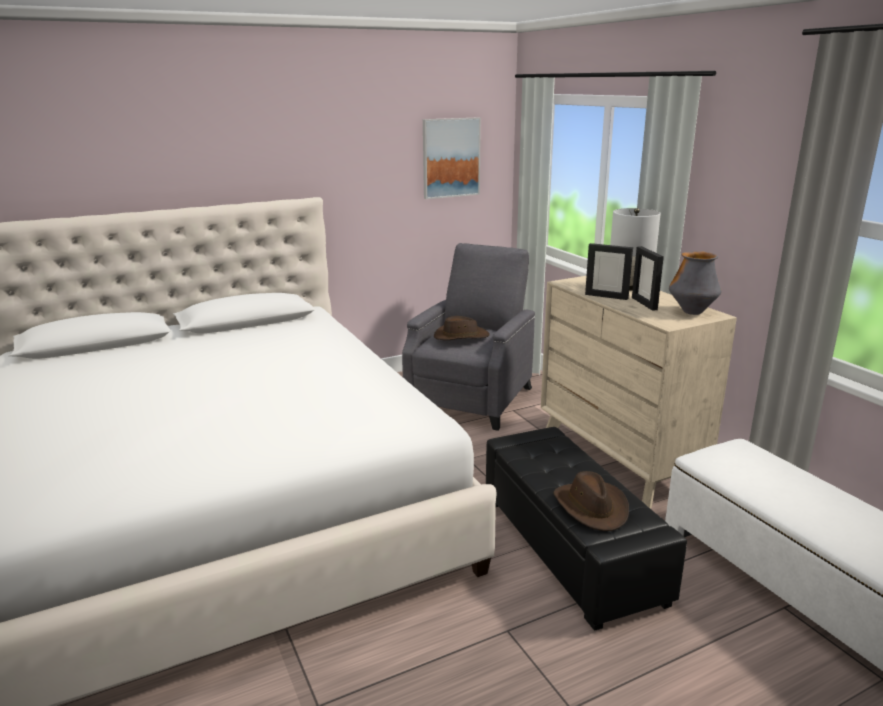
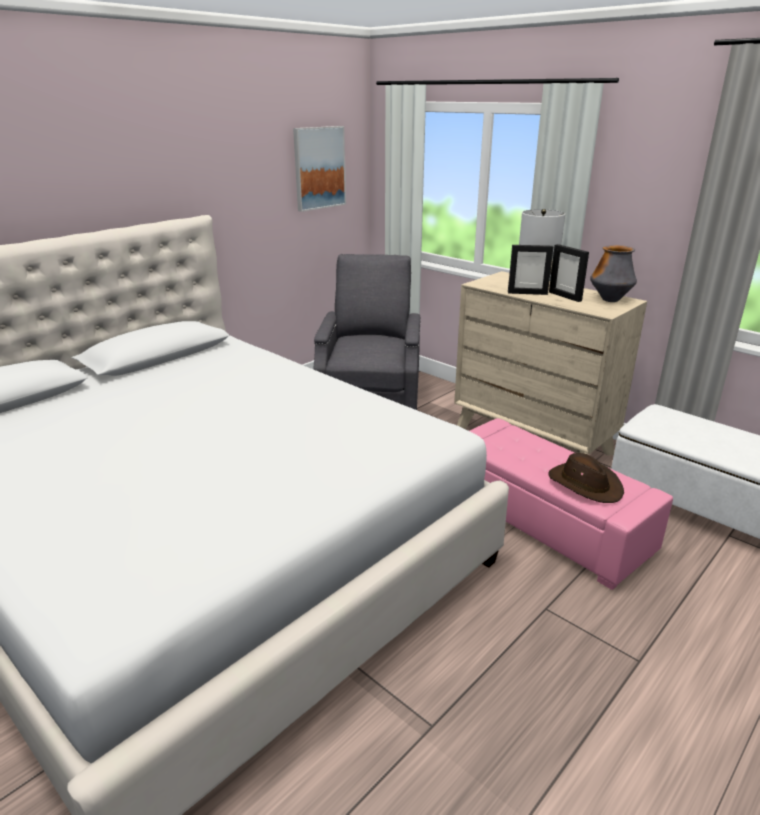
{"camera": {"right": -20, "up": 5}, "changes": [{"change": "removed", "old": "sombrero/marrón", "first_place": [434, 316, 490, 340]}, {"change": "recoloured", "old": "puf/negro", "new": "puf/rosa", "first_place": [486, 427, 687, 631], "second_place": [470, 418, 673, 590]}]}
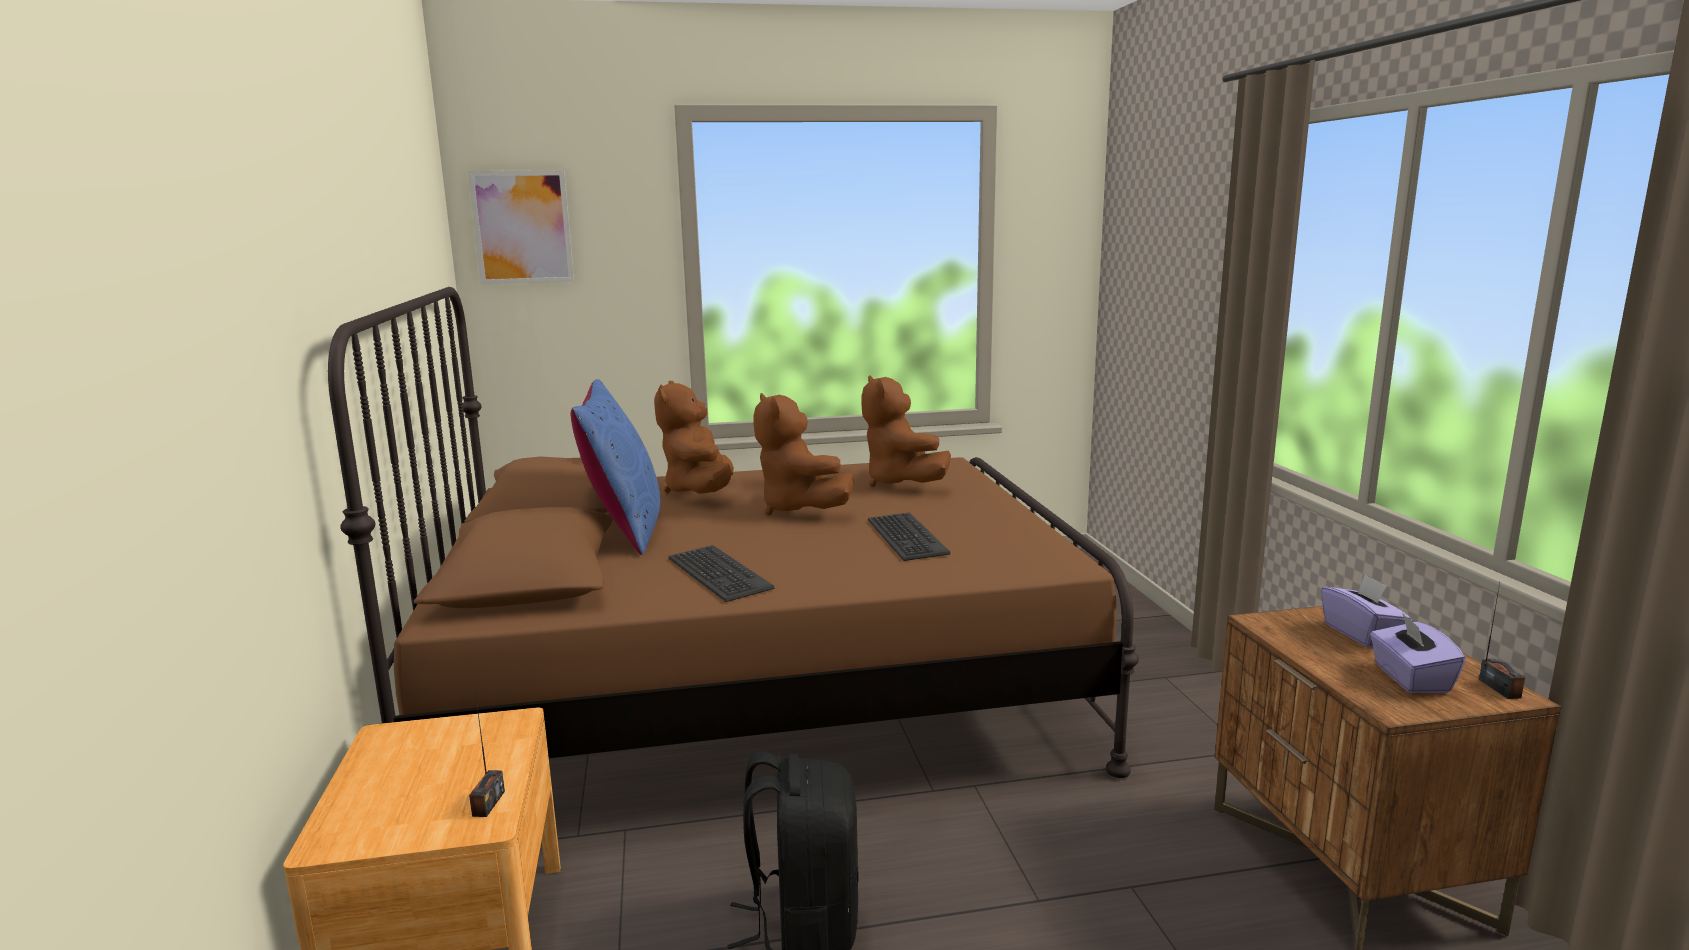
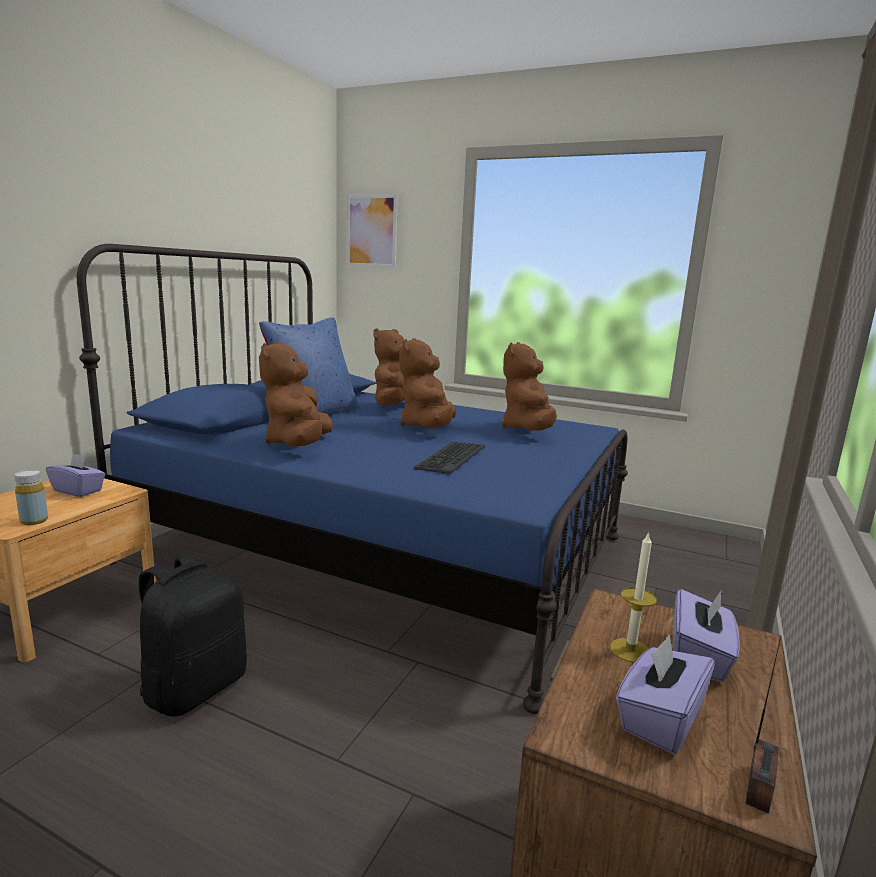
{"camera": {"right": 35, "up": 0}, "changes": [{"change": "added", "new": "caja de pañuelos/morado", "second_place": [46, 453, 105, 497]}, {"change": "added", "new": "vela", "second_place": [610, 532, 657, 663]}, {"change": "replaced", "old": "radio", "new": "botella/amarillo", "first_place": [469, 691, 505, 817], "second_place": [15, 470, 48, 525]}, {"change": "replaced", "old": "teclado", "new": "peluche/marrón", "first_place": [669, 545, 774, 602], "second_place": [259, 342, 333, 446]}, {"change": "recoloured", "old": "cama/marrón", "new": "cama/azul", "first_place": [328, 287, 1139, 778], "second_place": [77, 244, 628, 714]}]}
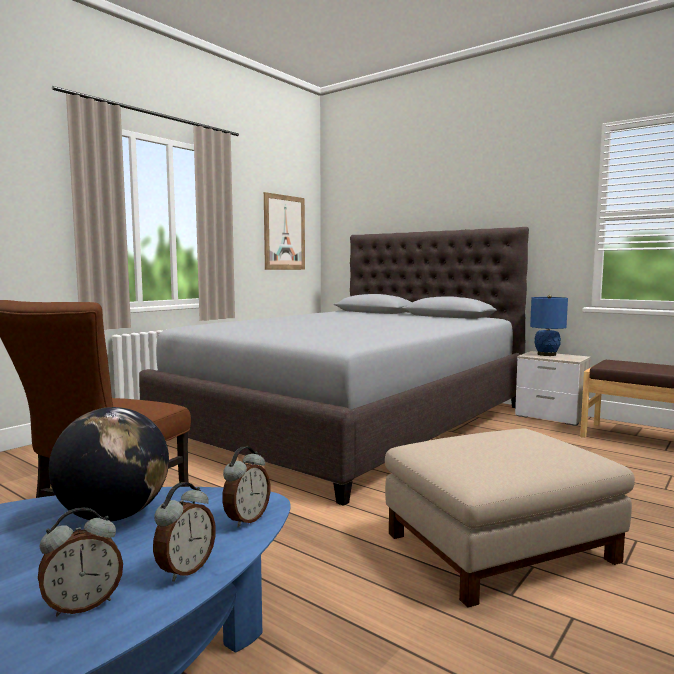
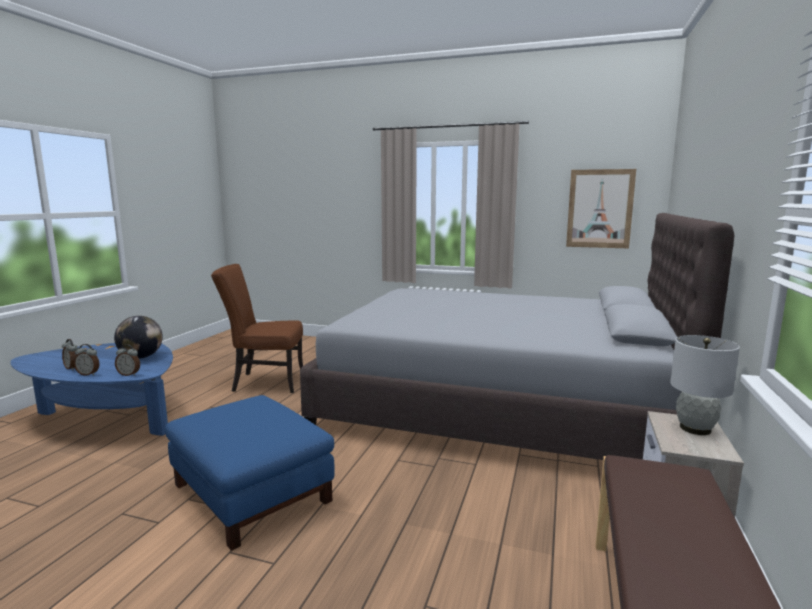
{"camera": {"right": 70, "up": 5}, "changes": [{"change": "recoloured", "old": "puf/beis", "new": "puf/azul", "first_place": [385, 428, 635, 608], "second_place": [165, 395, 335, 551]}, {"change": "recoloured", "old": "lámpara de mesa/azul", "new": "lámpara de mesa/blanco", "first_place": [530, 295, 568, 356], "second_place": [670, 335, 740, 435]}]}
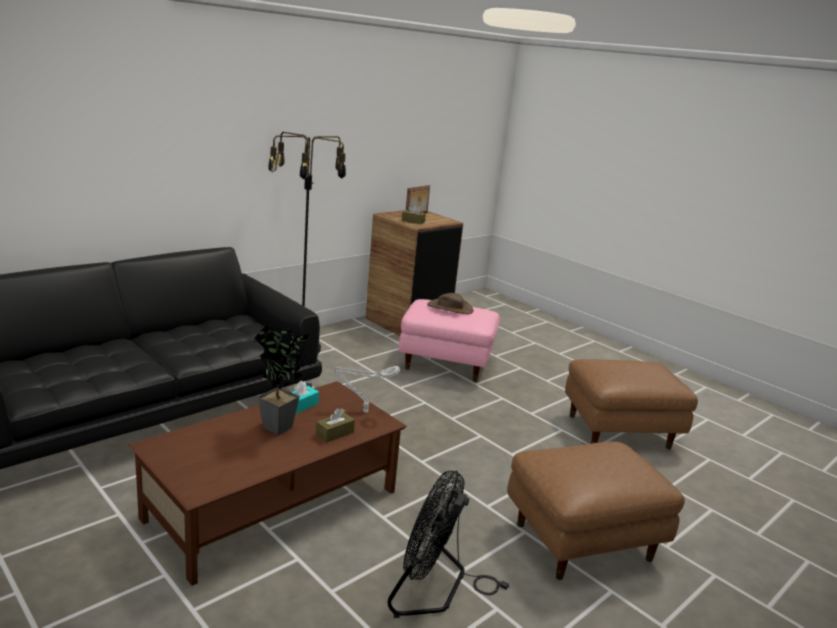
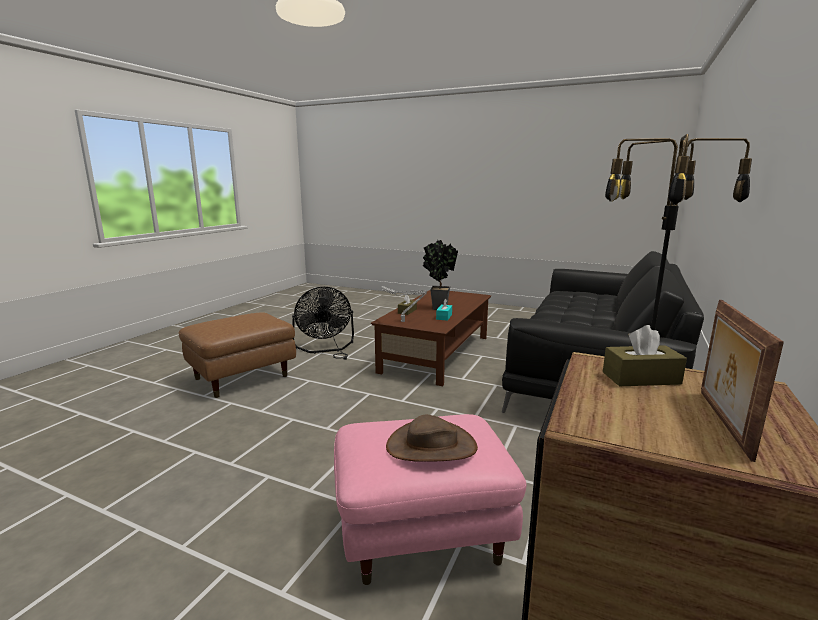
{"camera": {"right": 160, "up": -5}, "changes": [{"change": "removed", "old": "puf/marrón", "first_place": [565, 359, 698, 450]}, {"change": "turned", "old": "ventilador/negro", "first_place": [388, 471, 509, 618], "second_place": [292, 287, 354, 360], "degrees": -105}]}
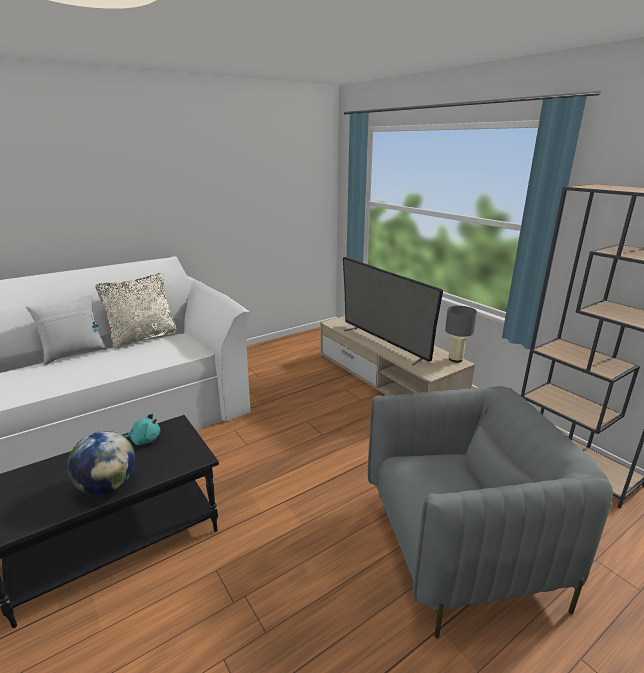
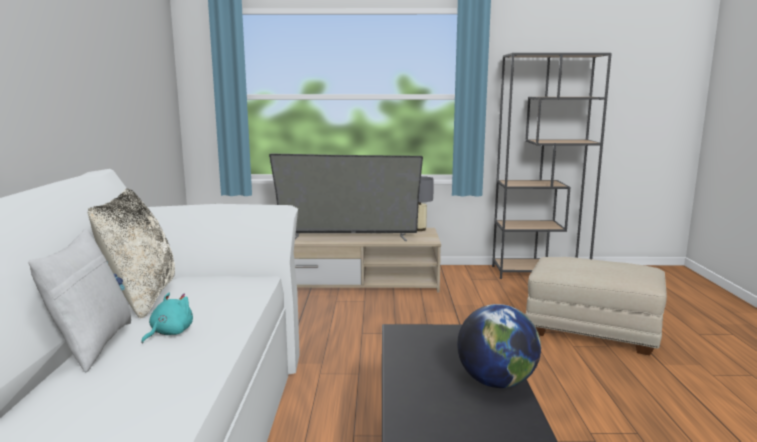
{"camera": {"right": -55, "up": -10}, "changes": [{"change": "moved", "old": "peluche/turquesa", "first_place": [124, 413, 160, 445], "second_place": [141, 293, 193, 344]}, {"change": "replaced", "old": "sillón/gris", "new": "puf/beis", "first_place": [368, 386, 613, 638], "second_place": [525, 257, 667, 355]}]}
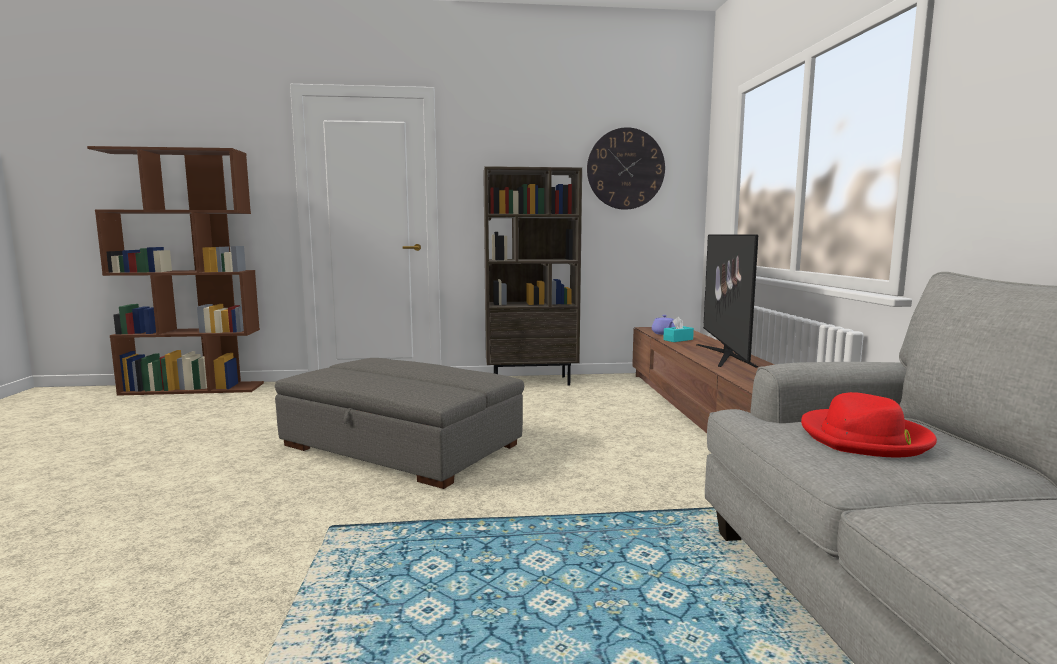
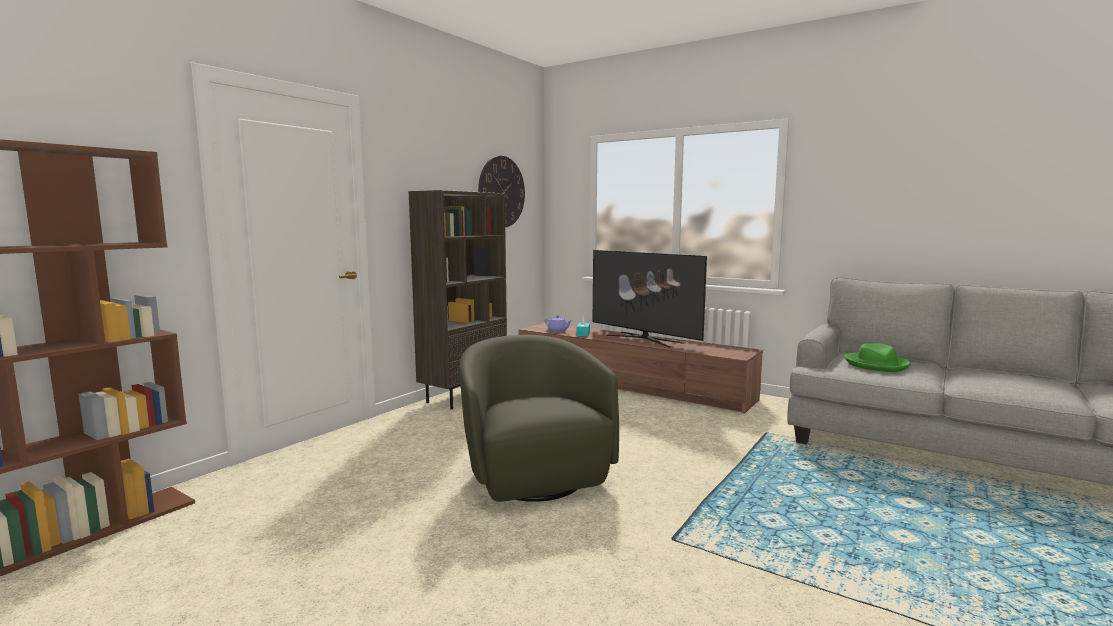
{"camera": {"right": -50, "up": 0}, "changes": [{"change": "replaced", "old": "puf/gris", "new": "sillón/verde", "first_place": [275, 358, 524, 489], "second_place": [459, 335, 619, 502]}, {"change": "recoloured", "old": "sombrero/rojo", "new": "sombrero/verde", "first_place": [801, 392, 937, 457], "second_place": [844, 343, 911, 372]}]}
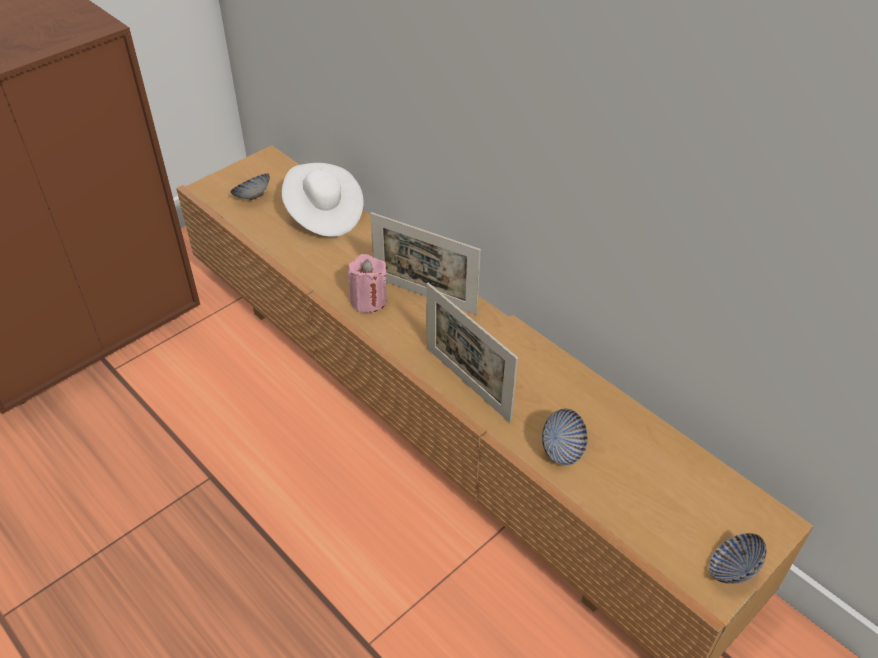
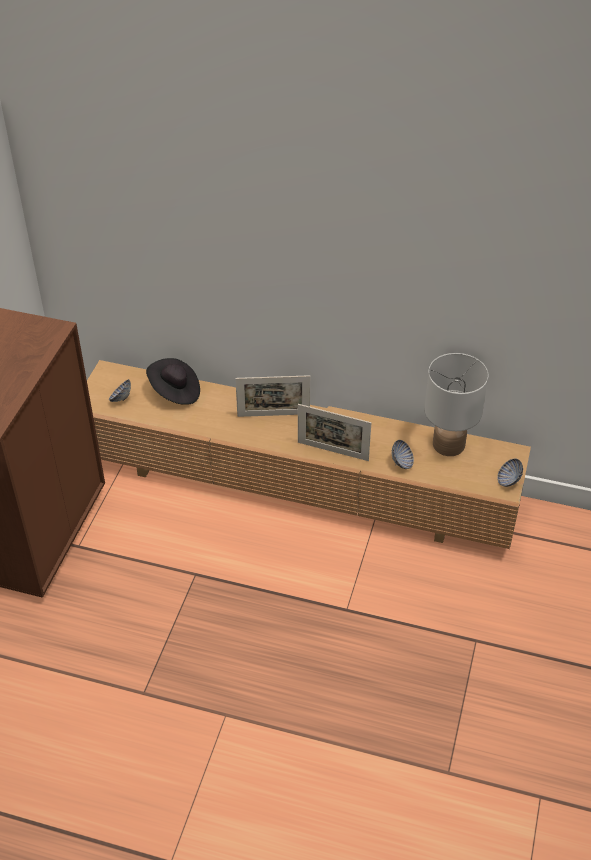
{"camera": {"right": -30, "up": 0}, "changes": [{"change": "removed", "old": "vela/rosa", "first_place": [348, 254, 387, 313]}, {"change": "added", "new": "lámpara de mesa/gris", "second_place": [424, 353, 489, 456]}, {"change": "recoloured", "old": "sombrero/blanco", "new": "sombrero/negro", "first_place": [282, 163, 363, 237], "second_place": [146, 358, 200, 405]}]}
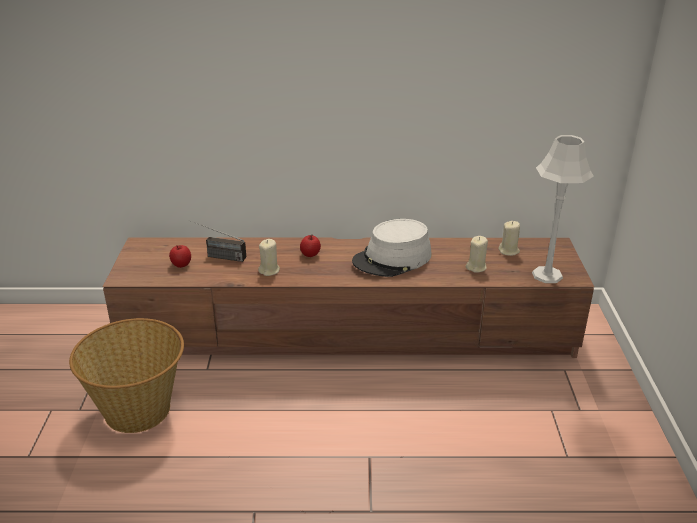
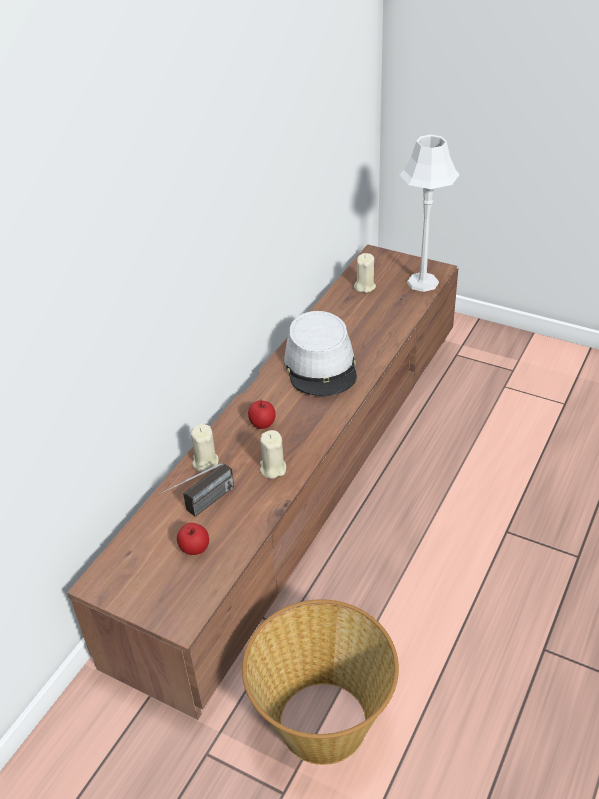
{"camera": {"right": -60, "up": 10}, "changes": [{"change": "moved", "old": "vela/beis", "first_place": [466, 236, 488, 273], "second_place": [191, 424, 219, 472]}]}
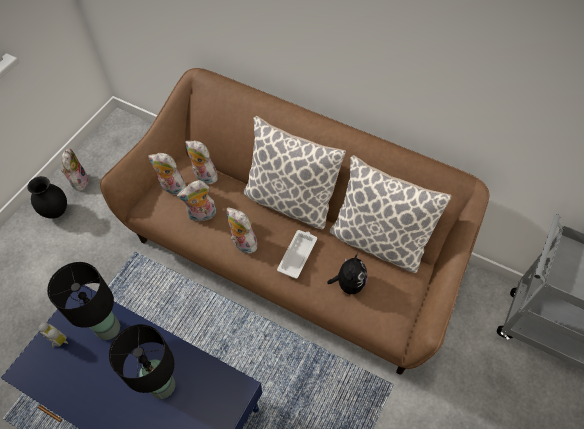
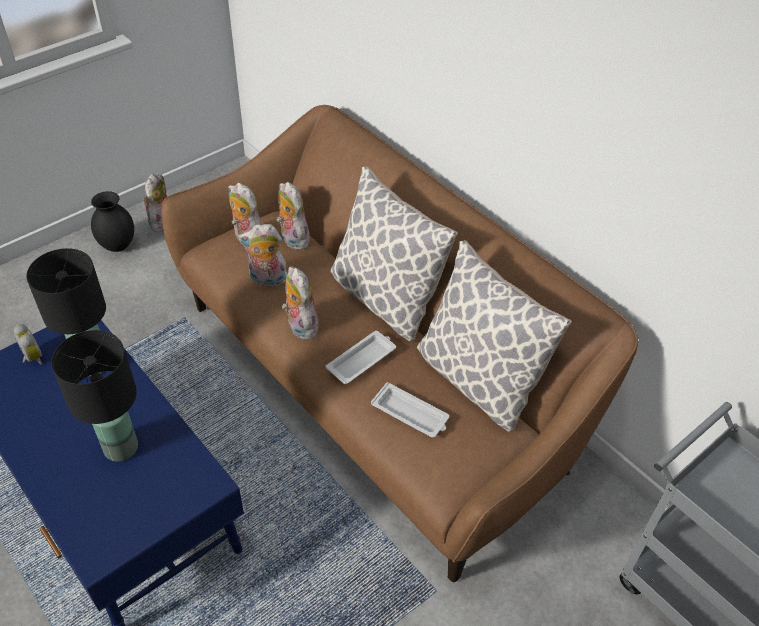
{"camera": {"right": 20, "up": -10}, "changes": [{"change": "replaced", "old": "peluche", "new": "bandeja/blanco", "first_place": [327, 253, 367, 294], "second_place": [371, 382, 449, 438]}]}
